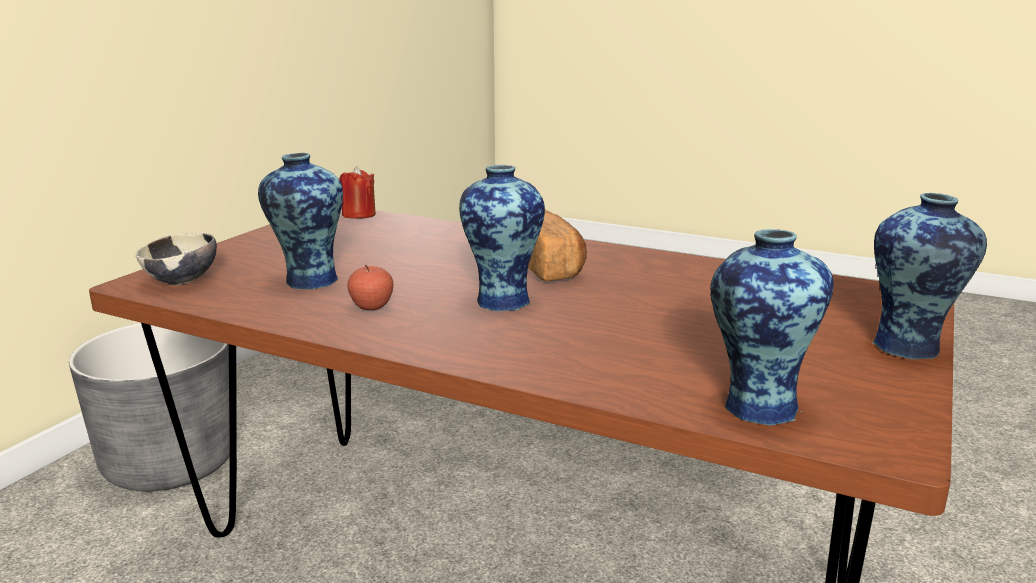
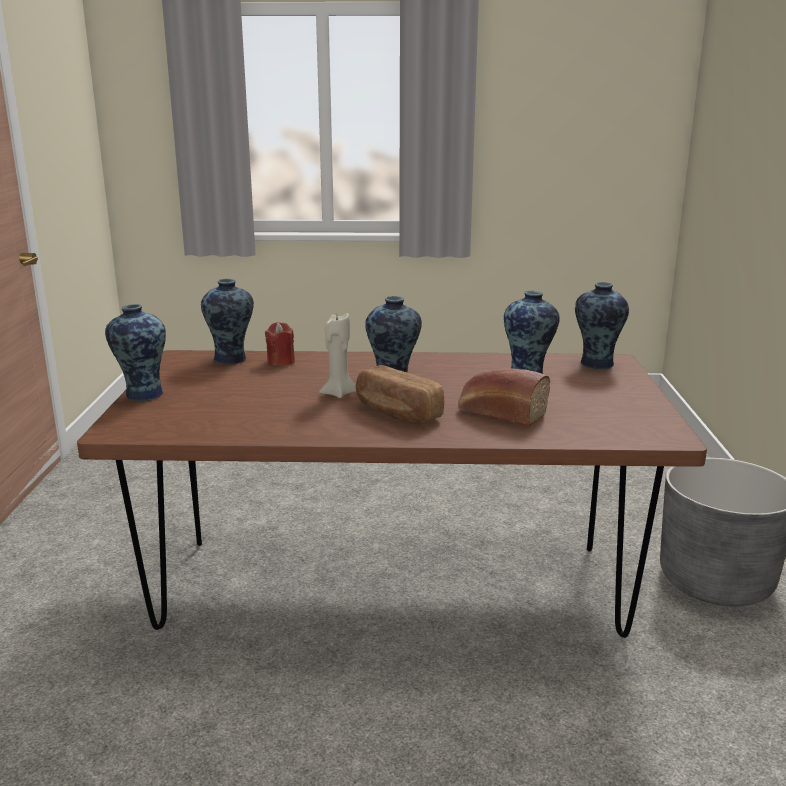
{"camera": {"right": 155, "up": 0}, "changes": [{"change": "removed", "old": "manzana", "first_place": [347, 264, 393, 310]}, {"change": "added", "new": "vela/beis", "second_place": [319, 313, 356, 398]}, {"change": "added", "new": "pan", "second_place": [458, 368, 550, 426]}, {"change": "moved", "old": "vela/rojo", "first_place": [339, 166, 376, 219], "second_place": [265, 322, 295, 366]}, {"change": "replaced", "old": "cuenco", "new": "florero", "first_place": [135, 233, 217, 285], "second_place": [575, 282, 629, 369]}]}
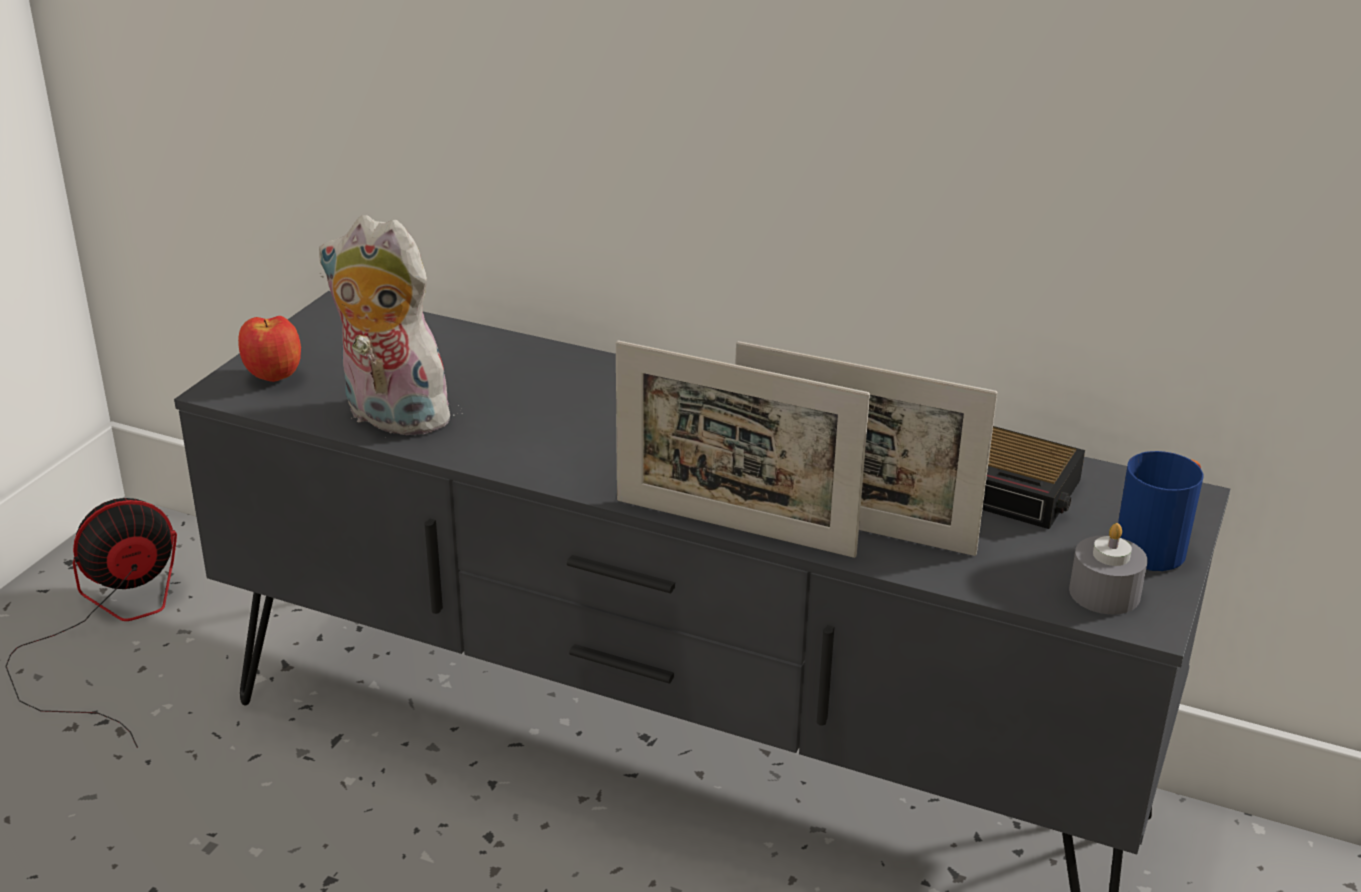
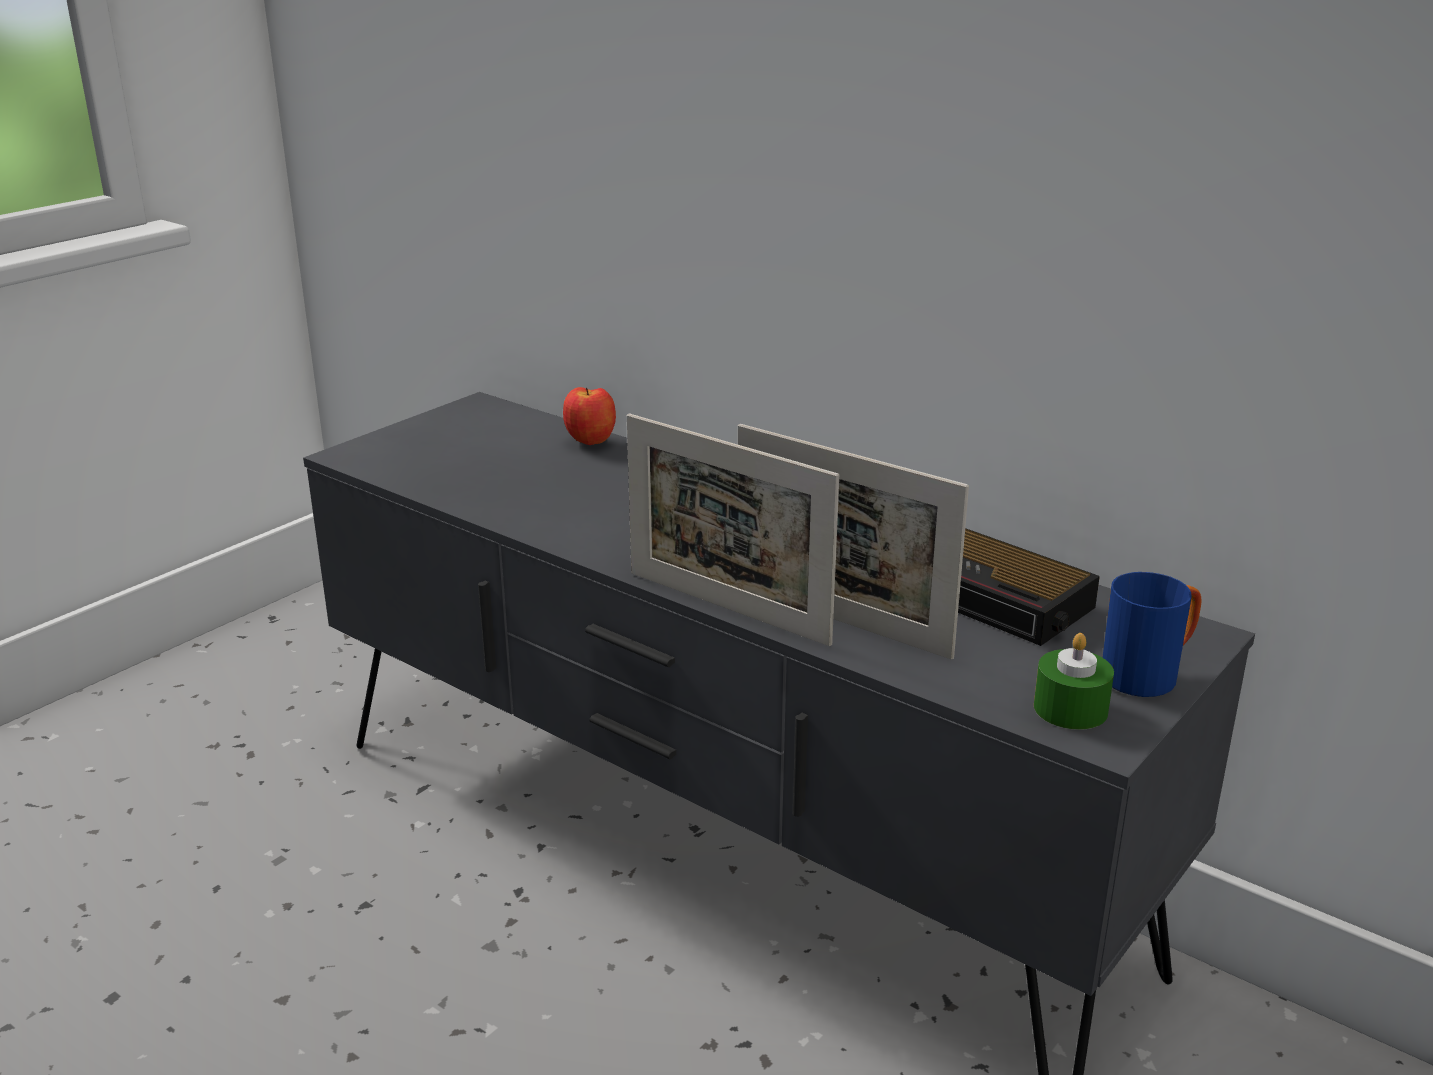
{"camera": {"right": 15, "up": -5}, "changes": [{"change": "removed", "old": "ventilador", "first_place": [5, 498, 177, 748]}, {"change": "removed", "old": "peluche", "first_place": [319, 215, 463, 438]}, {"change": "moved", "old": "manzana", "first_place": [238, 316, 301, 382], "second_place": [563, 387, 616, 445]}, {"change": "recoloured", "old": "vela/gris", "new": "vela/verde", "first_place": [1069, 523, 1148, 614], "second_place": [1034, 633, 1114, 730]}]}
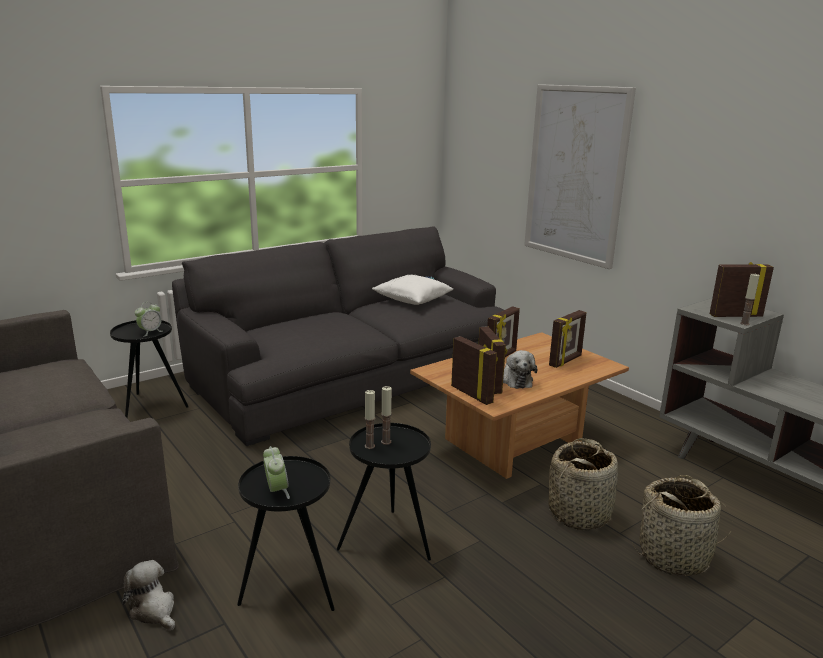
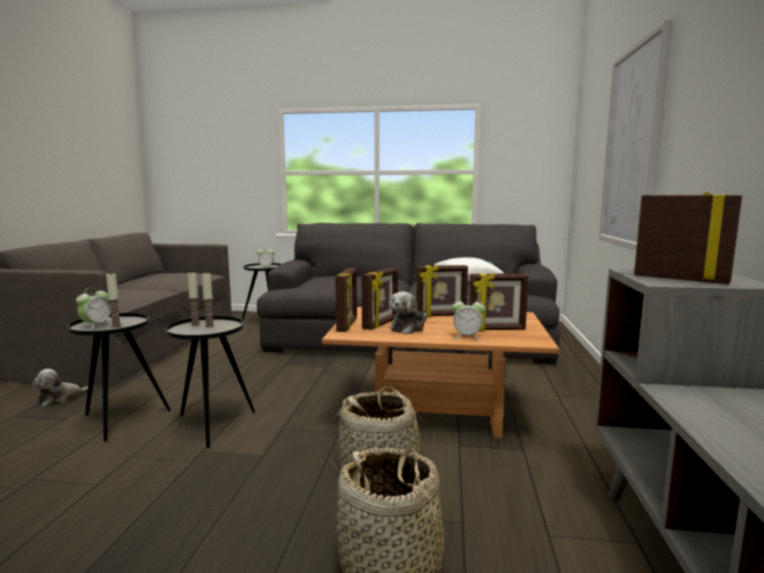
{"camera": {"right": 45, "up": -10}, "changes": [{"change": "added", "new": "despertador", "second_place": [451, 296, 486, 340]}, {"change": "moved", "old": "vela", "first_place": [740, 274, 760, 325], "second_place": [106, 274, 121, 328]}, {"change": "turned", "old": "peluche", "first_place": [122, 560, 175, 630], "second_place": [32, 369, 94, 407], "degrees": -135}]}
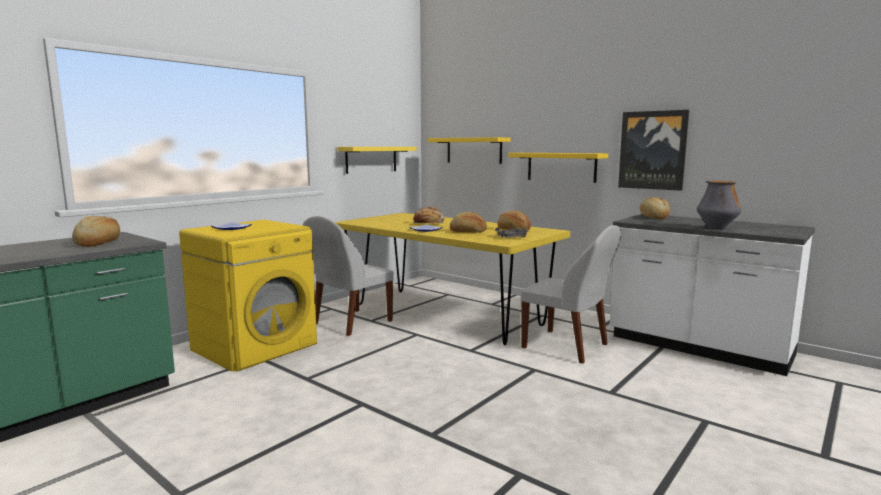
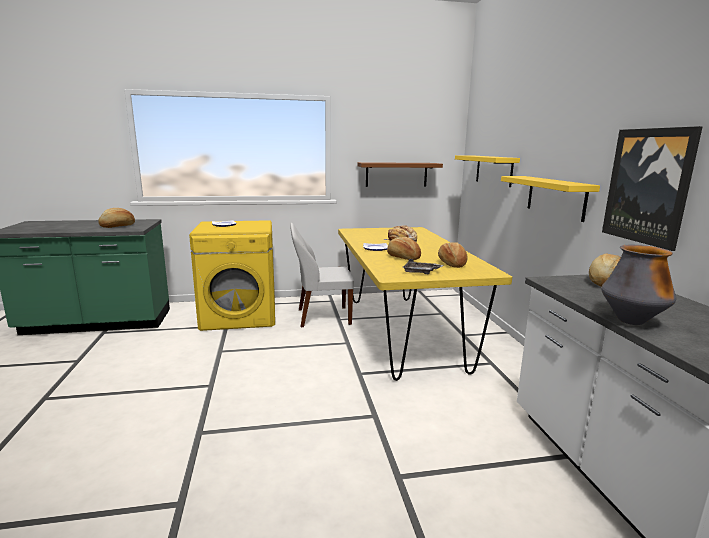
{"camera": {"right": 40, "up": 5}, "changes": [{"change": "removed", "old": "silla/blanco", "first_place": [521, 225, 622, 364]}, {"change": "recoloured", "old": "estante/amarillo", "new": "estante/marrón", "first_place": [337, 147, 417, 174], "second_place": [357, 162, 443, 187]}]}
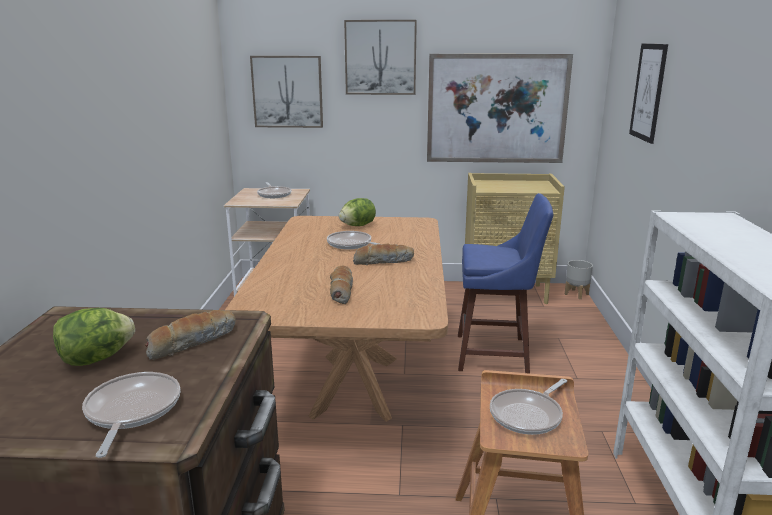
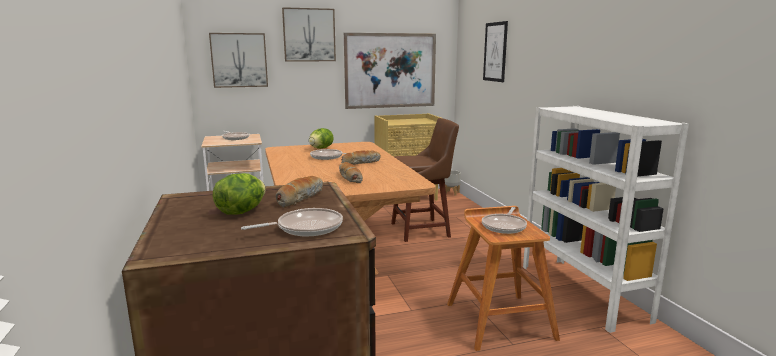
{"camera": {"right": -20, "up": -5}, "changes": [{"change": "recoloured", "old": "silla/azul", "new": "silla/marrón", "first_place": [458, 193, 553, 374], "second_place": [391, 118, 459, 242]}, {"change": "turned", "old": "sartén", "first_place": [82, 372, 180, 458], "second_place": [241, 208, 343, 236], "degrees": 90}]}
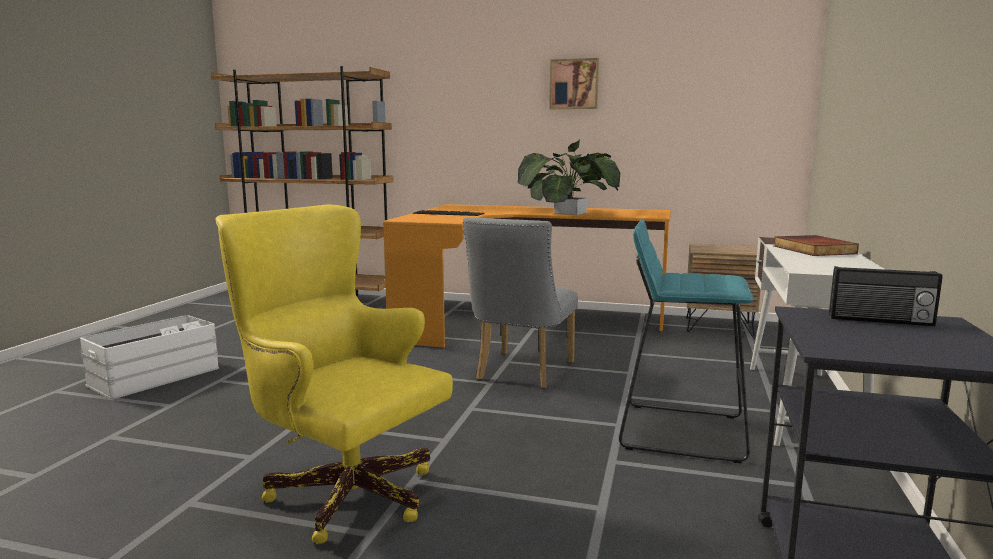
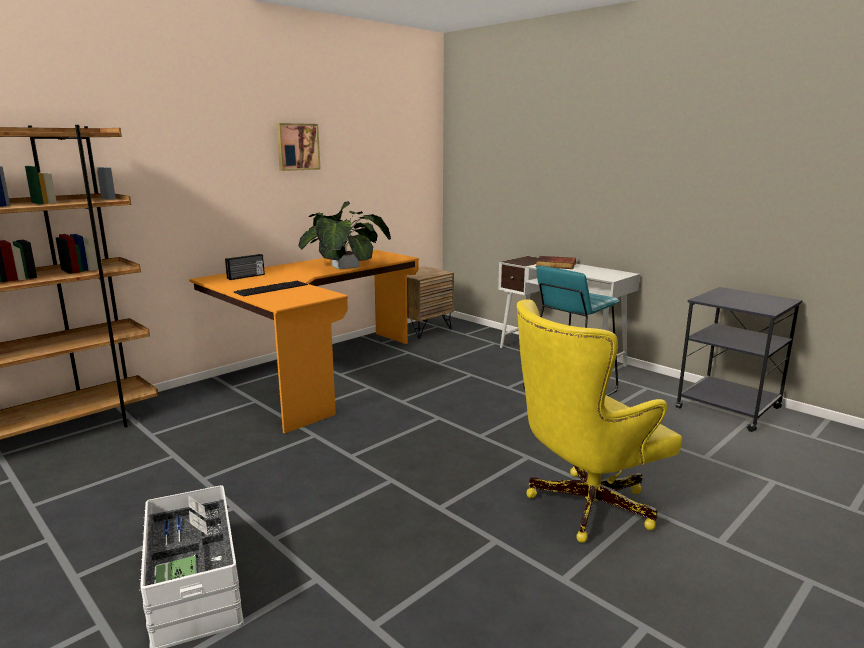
{"camera": {"right": -60, "up": 5}, "changes": [{"change": "removed", "old": "silla/gris", "first_place": [463, 217, 578, 389]}, {"change": "moved", "old": "radio", "first_place": [829, 266, 943, 326], "second_place": [225, 254, 265, 280]}]}
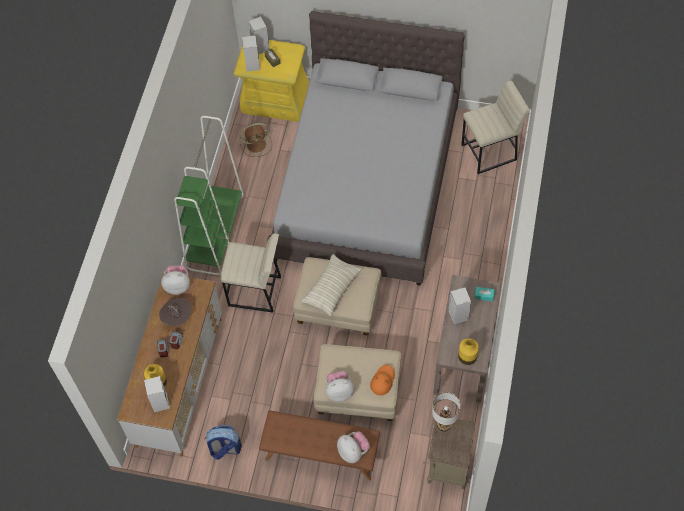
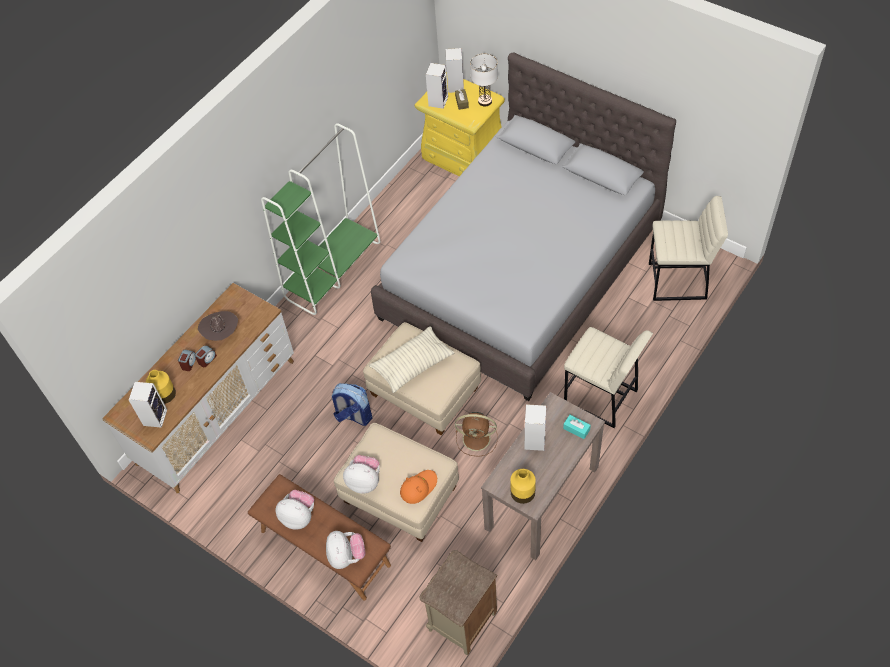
{"camera": {"right": 25, "up": -5}, "changes": [{"change": "moved", "old": "peluche", "first_place": [161, 265, 190, 295], "second_place": [276, 490, 314, 530]}, {"change": "moved", "old": "mochila", "first_place": [204, 425, 242, 460], "second_place": [331, 383, 372, 426]}, {"change": "moved", "old": "silla/beis", "first_place": [220, 233, 281, 313], "second_place": [564, 327, 653, 428]}, {"change": "moved", "old": "ventilador/marrón", "first_place": [240, 123, 272, 157], "second_place": [455, 412, 498, 457]}, {"change": "moved", "old": "lámpara de mesa", "first_place": [432, 392, 461, 432], "second_place": [470, 53, 498, 106]}]}
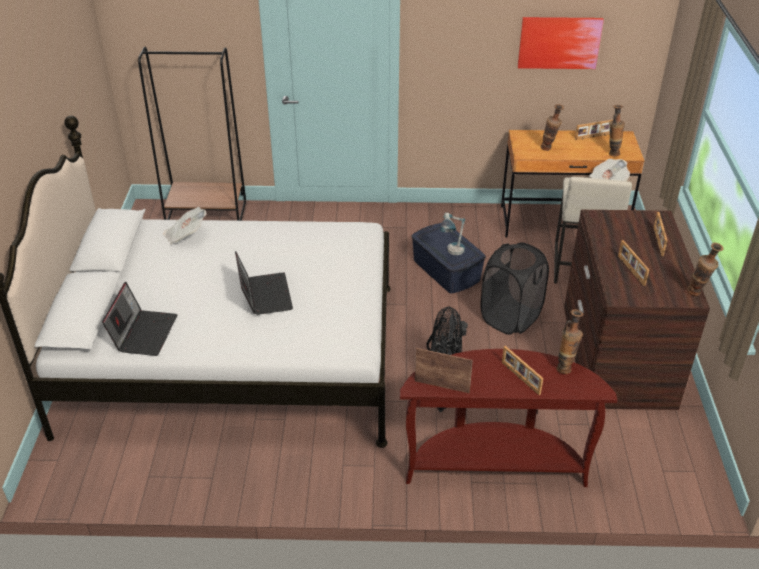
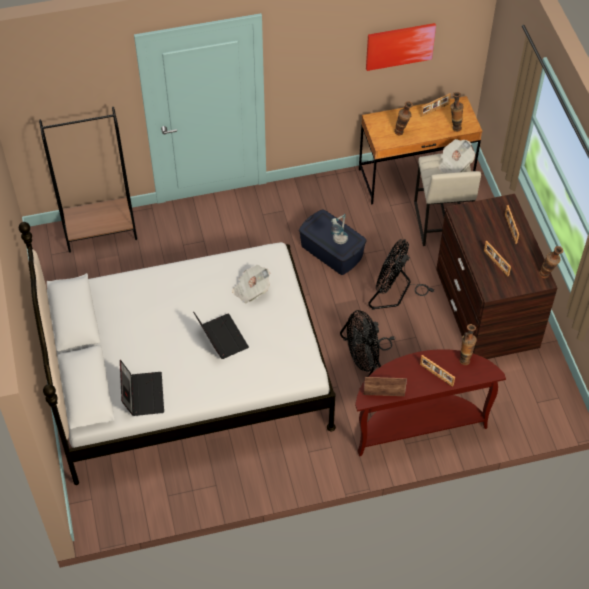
{"camera": {"right": -15, "up": 15}, "changes": [{"change": "moved", "old": "periódico", "first_place": [163, 207, 206, 245], "second_place": [232, 265, 270, 303]}, {"change": "replaced", "old": "cesto de la ropa/negro", "new": "ventilador/negro", "first_place": [480, 242, 549, 335], "second_place": [368, 239, 435, 310]}]}
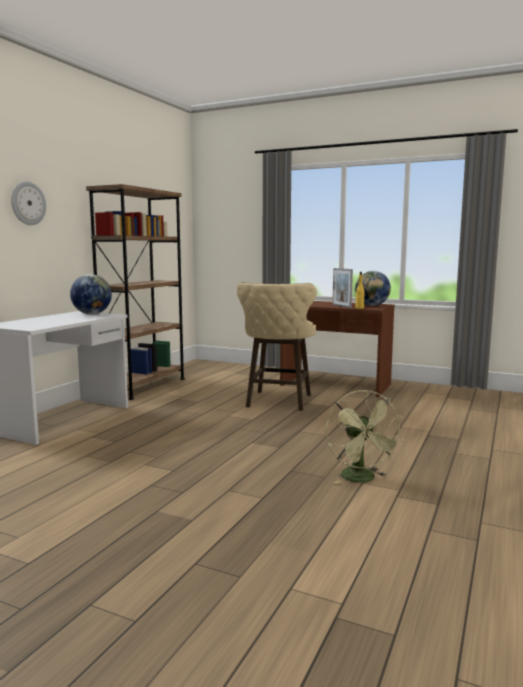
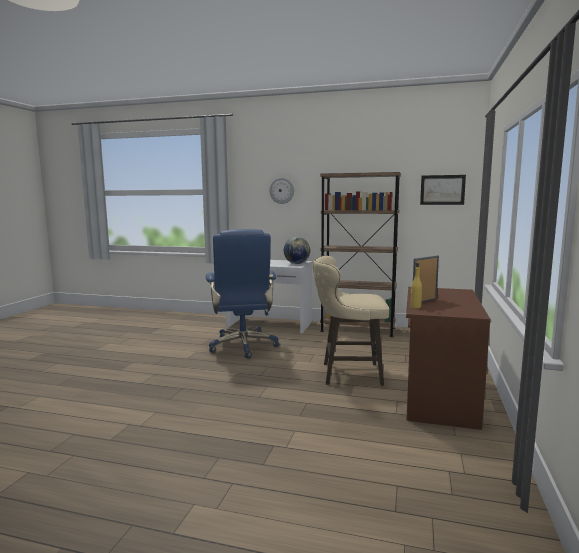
{"camera": {"right": 80, "up": 0}, "changes": [{"change": "removed", "old": "ventilador/verde", "first_place": [326, 390, 403, 484]}, {"change": "removed", "old": "globo terráqueo", "first_place": [355, 271, 391, 306]}, {"change": "added", "new": "silla de oficina/azul", "second_place": [205, 229, 279, 359]}, {"change": "added", "new": "cuadro", "second_place": [420, 175, 466, 205]}]}
